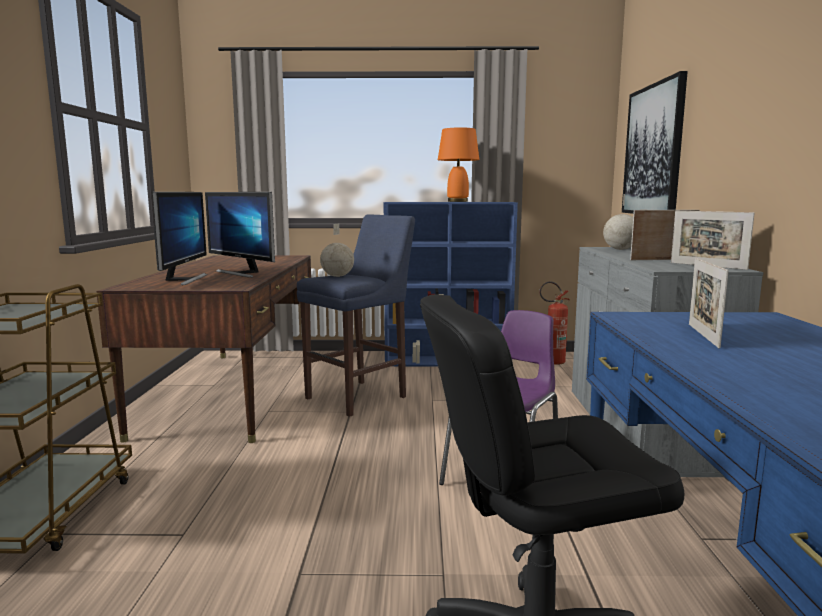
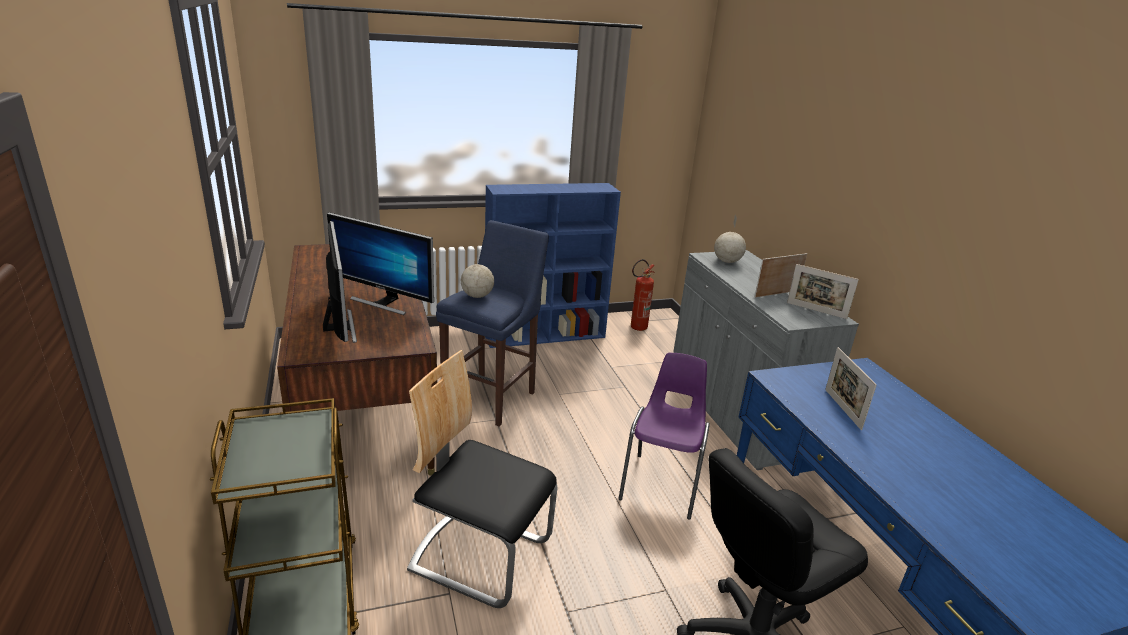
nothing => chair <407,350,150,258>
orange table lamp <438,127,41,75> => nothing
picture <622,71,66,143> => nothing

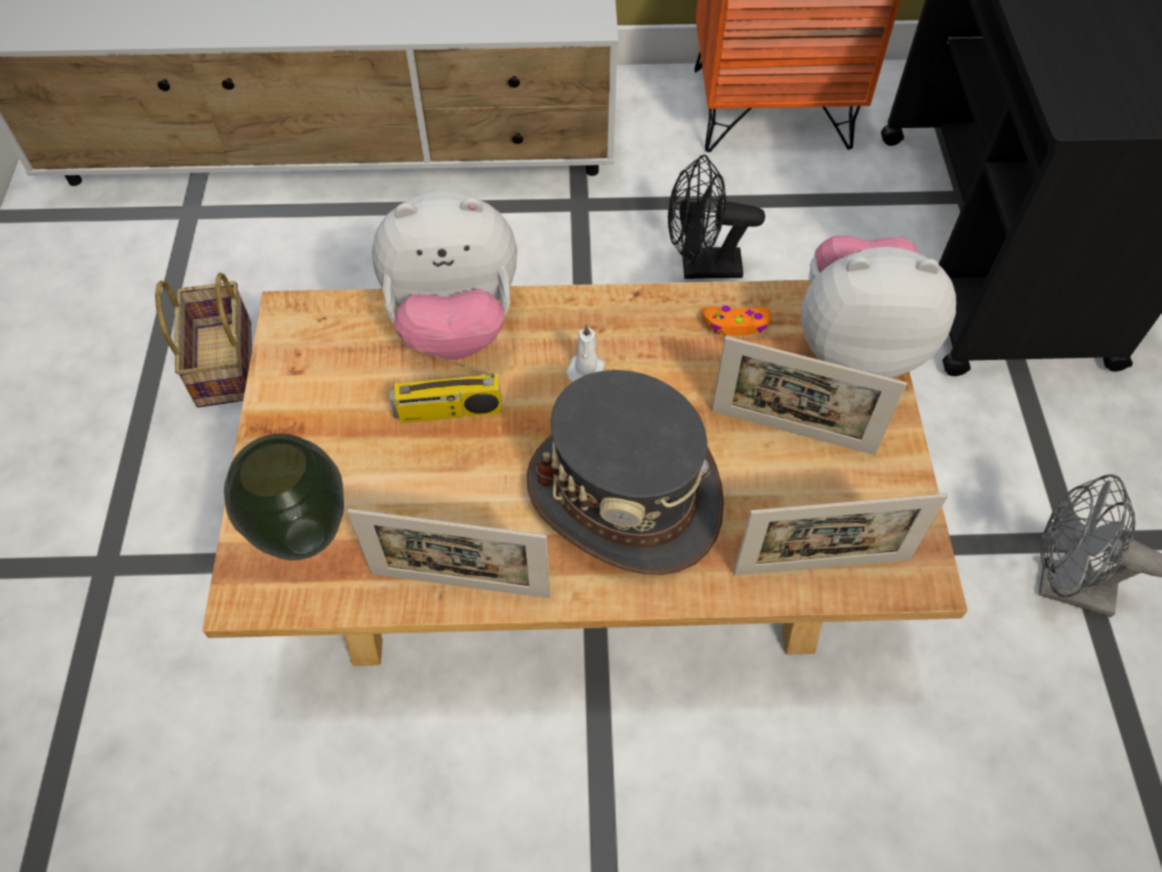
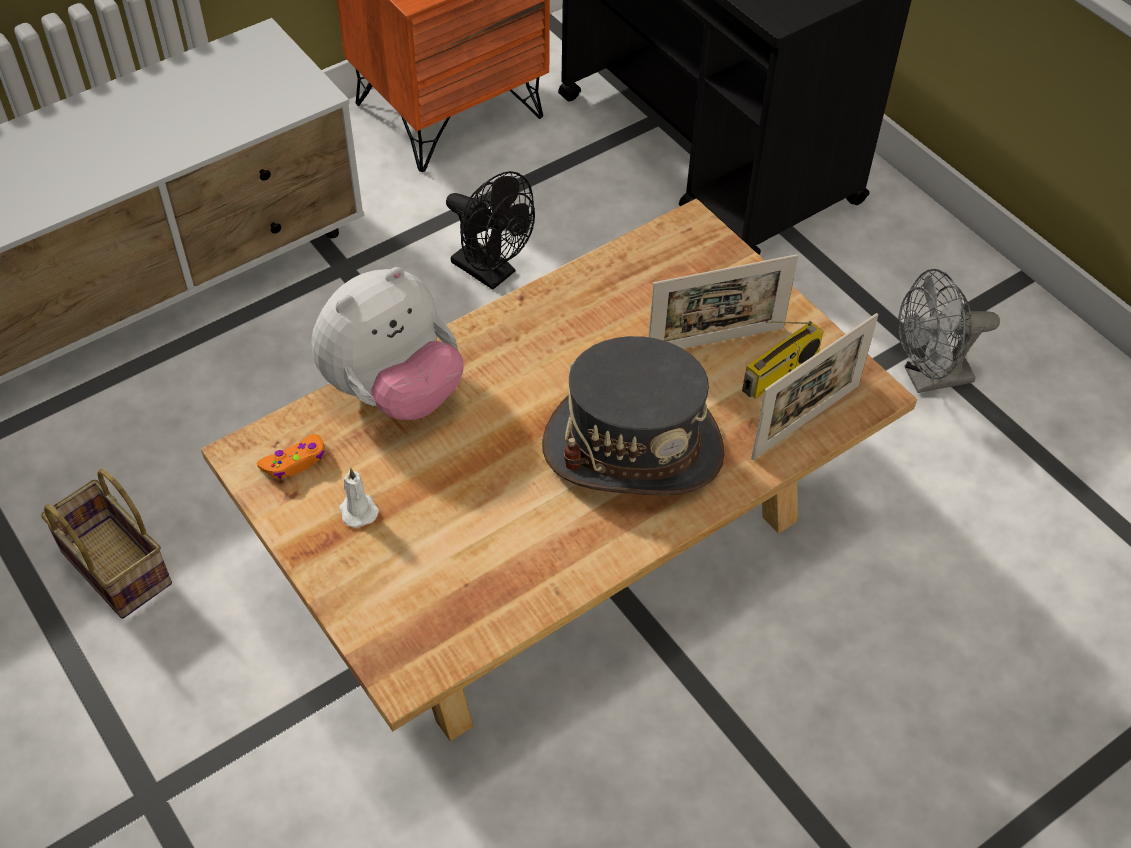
orange game controller <701,306,70,30> => orange game controller <257,434,68,45>, move
white candle <566,323,39,59> => white candle <339,468,40,60>, move
black fan <668,155,97,124> => black fan <446,171,89,119>, 105 degrees counterclockwise
radio <389,345,113,78> => radio <742,321,82,78>, move
vase <224,433,120,128> => nothing
picture frame <347,509,203,90> => nothing
plush toy <801,235,155,143> => nothing

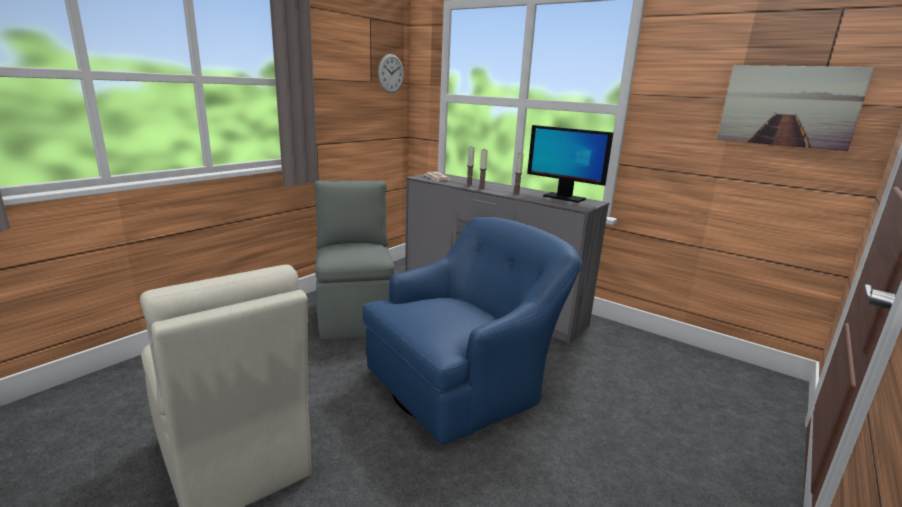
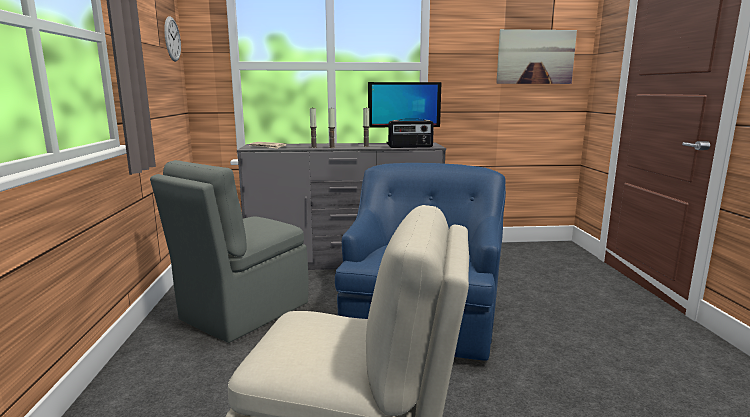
grey chair <314,180,80,160> => grey chair <150,160,159,183>, 90 degrees counterclockwise
nothing => radio <388,119,46,29>

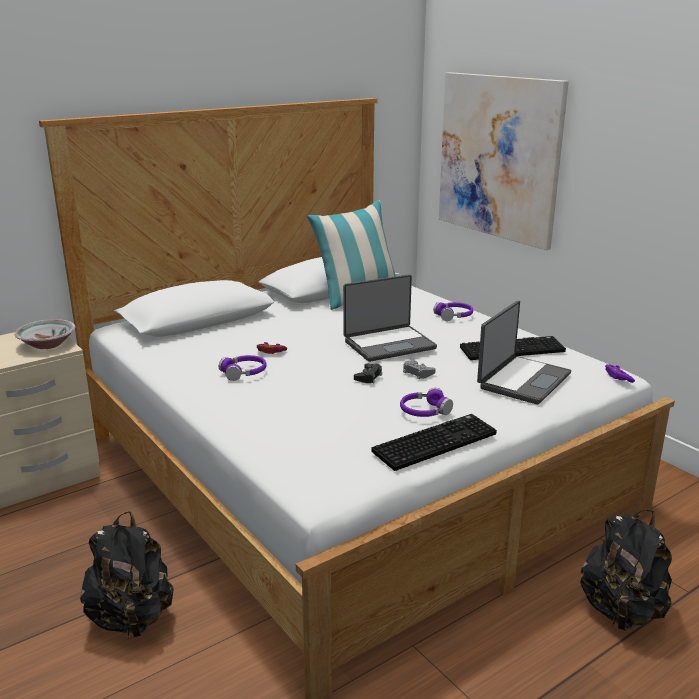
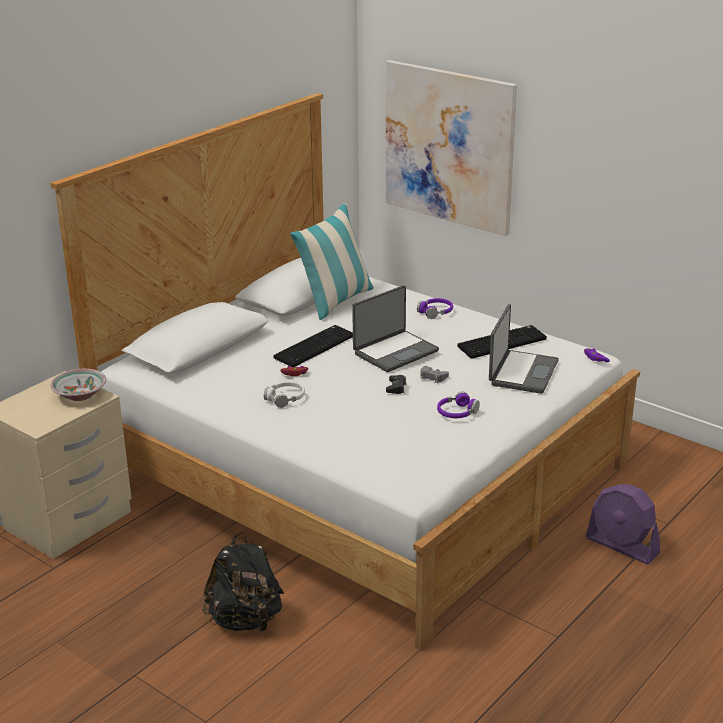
purple headphones <219,355,48,26> => white headphones <264,381,41,27>
keyboard <371,414,126,57> => keyboard <274,325,79,42>, move
black backpack <580,510,92,120> => purple fan <586,484,74,80>

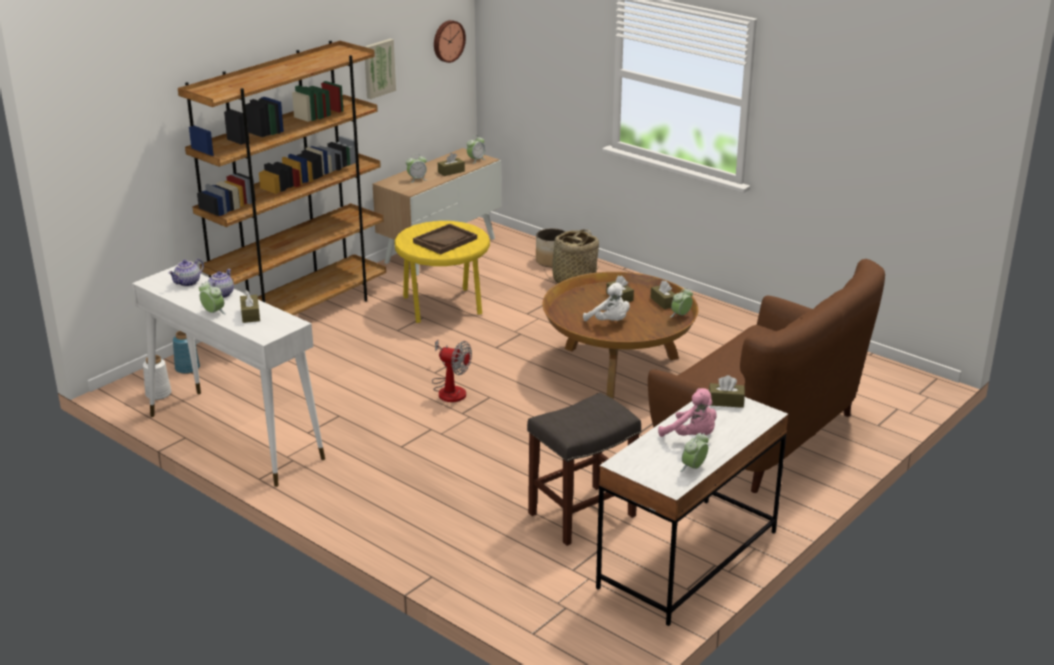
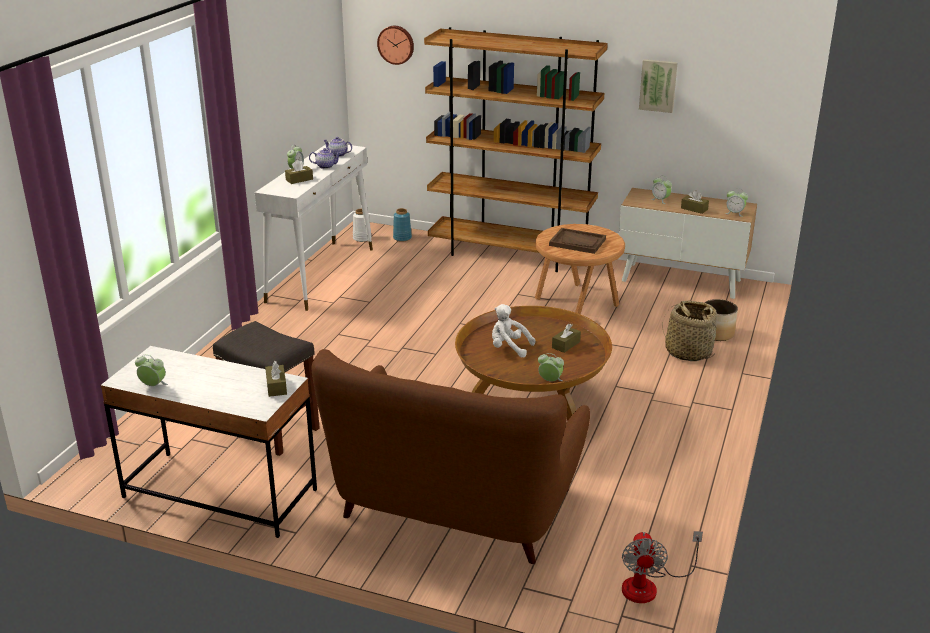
wall clock <434,20,32,43> => wall clock <377,26,37,39>, move
white plush toy <583,283,47,38> => white plush toy <492,304,43,54>, 90 degrees clockwise
yellow side table <394,221,96,102> => brown side table <535,224,90,90>
fan <432,340,40,62> => fan <622,531,81,72>, move
brown tissue box <651,281,24,28> => nothing
pink plush toy <658,388,59,49> => nothing

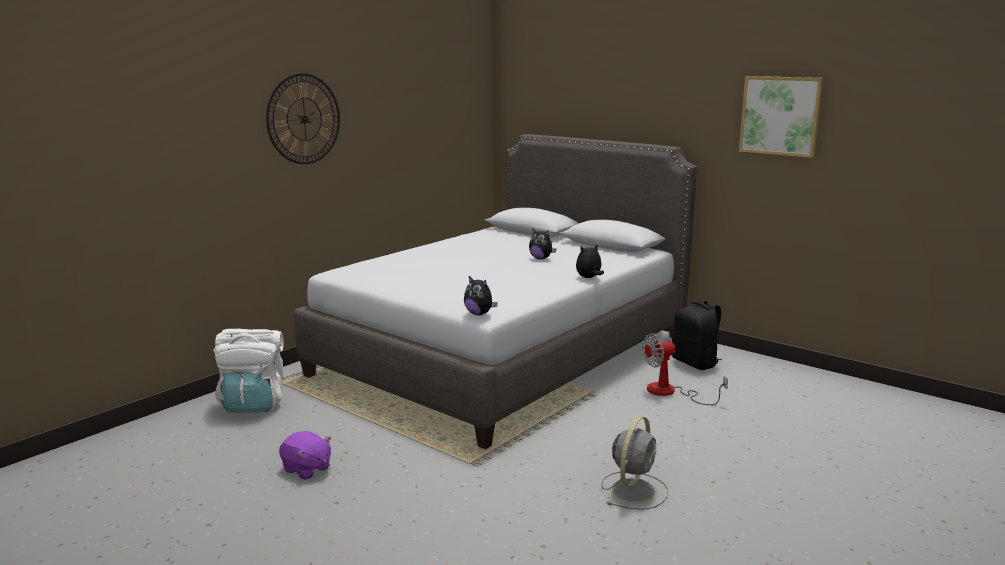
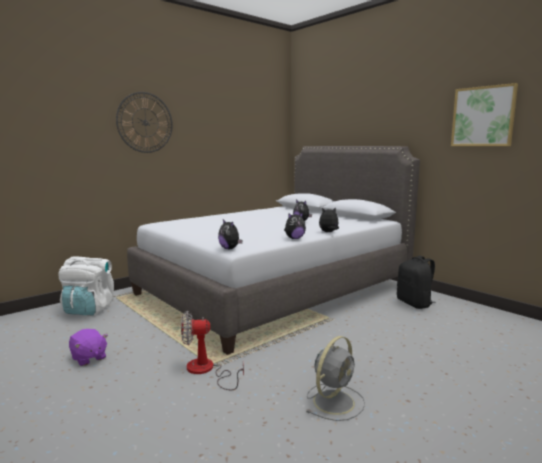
fan <643,333,85,72> => fan <181,311,63,79>, move
nothing => plush toy <284,212,22,27>

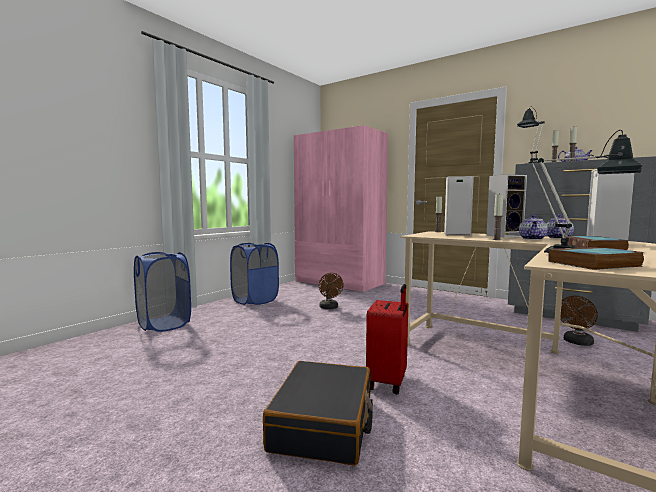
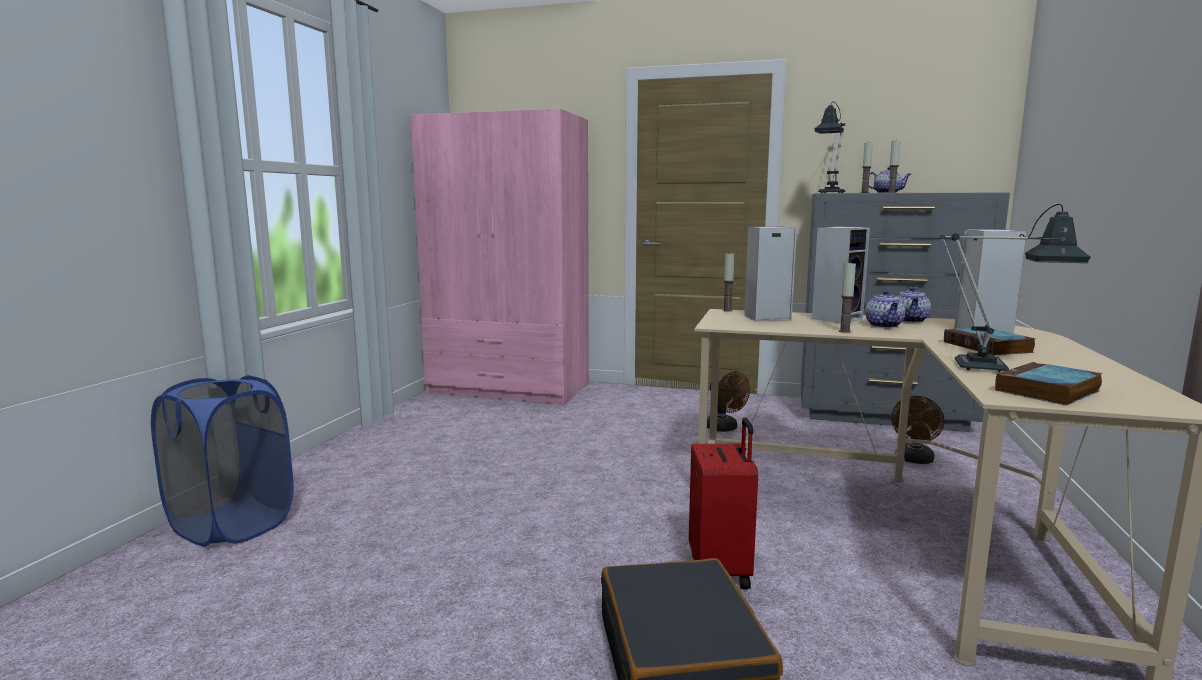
brown fan <319,273,25,36> => brown fan <707,371,43,61>, move
blue laundry basket <230,243,49,62> => nothing

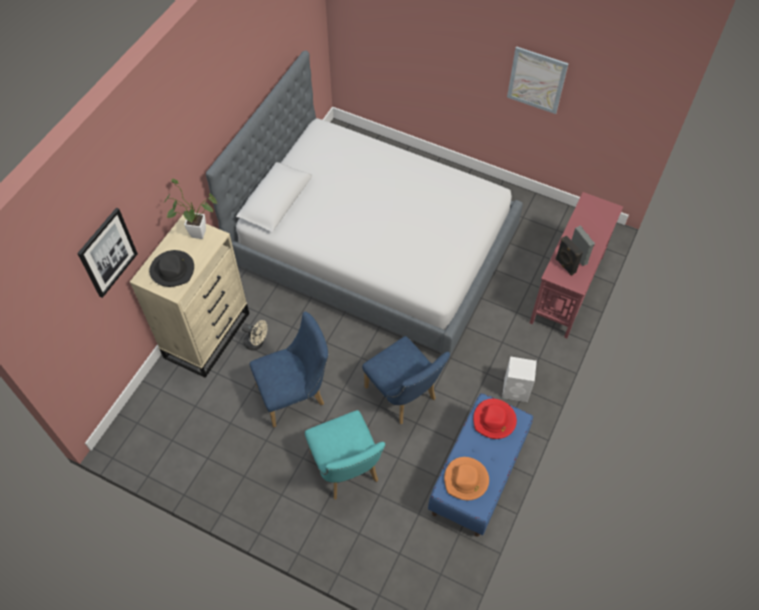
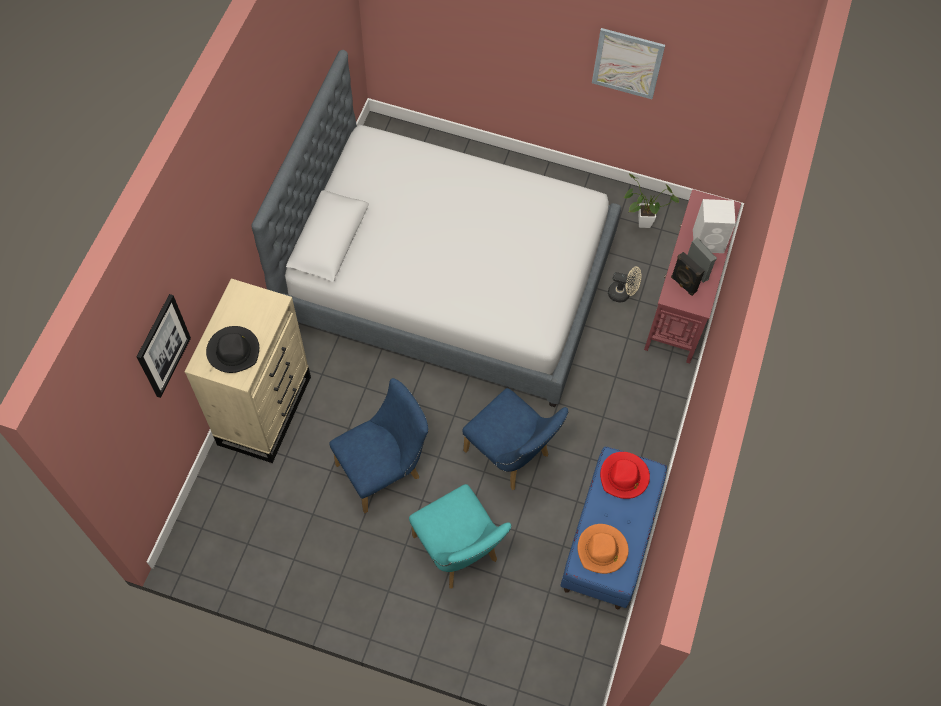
beige fan <242,320,26,31> => beige fan <608,266,33,36>, move
potted plant <164,179,53,60> => potted plant <624,173,55,55>, move
white speaker <502,356,35,46> => white speaker <693,199,43,54>, move

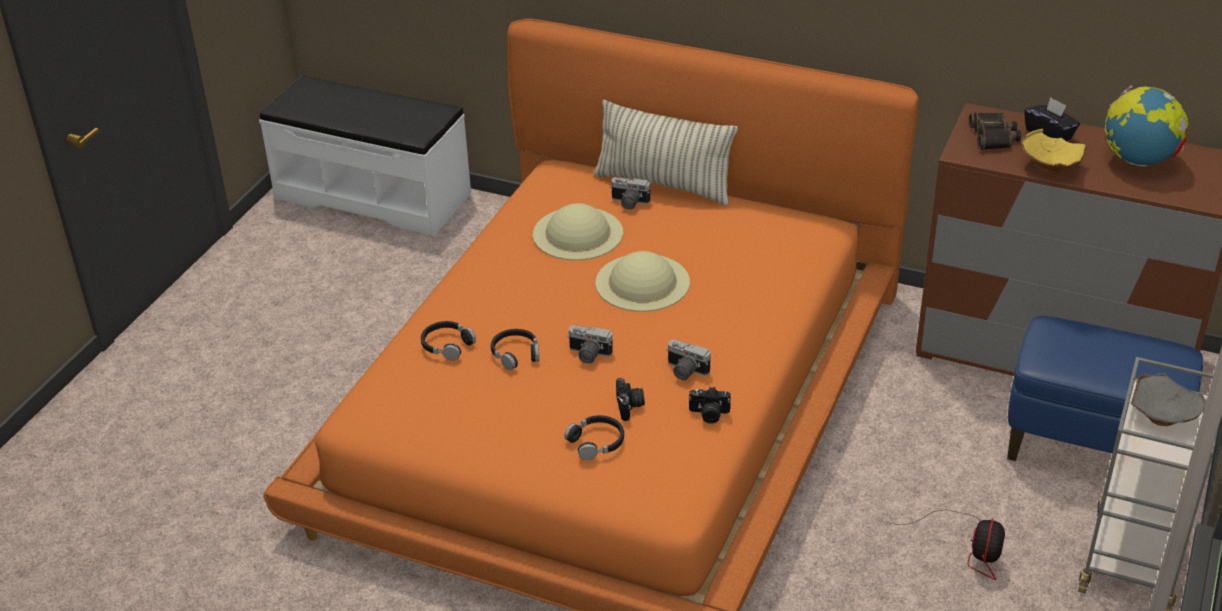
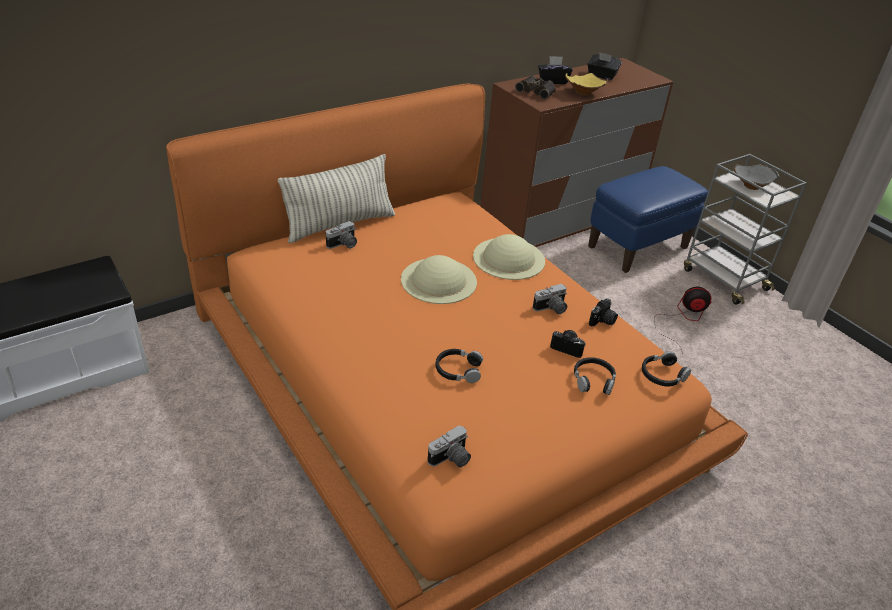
photo camera <567,325,46,39> => photo camera <427,426,44,41>, move
beige hat <533,203,90,57> => beige hat <473,234,72,46>, move
globe <1105,86,83,80> => black tissue box <588,52,34,28>
black headphones <421,321,55,40> => black headphones <642,351,49,36>, move
fan <887,509,118,71> => fan <654,287,57,67>, 45 degrees counterclockwise

